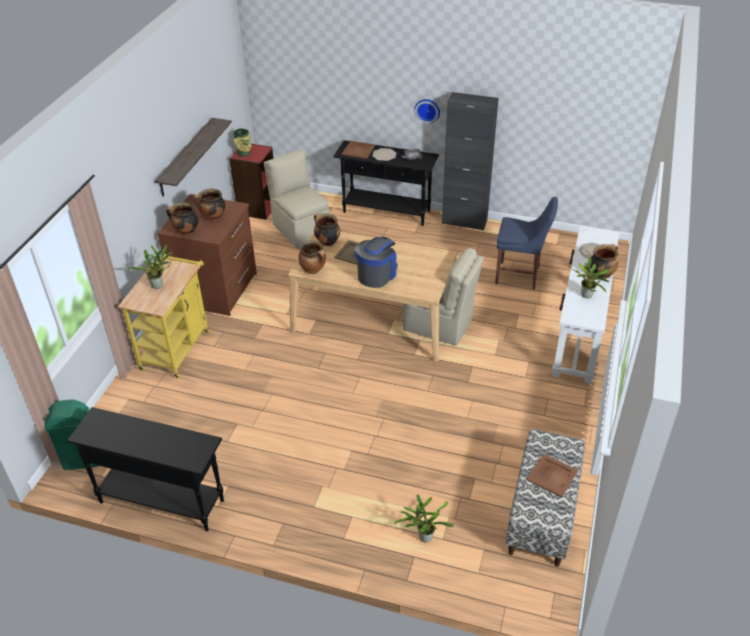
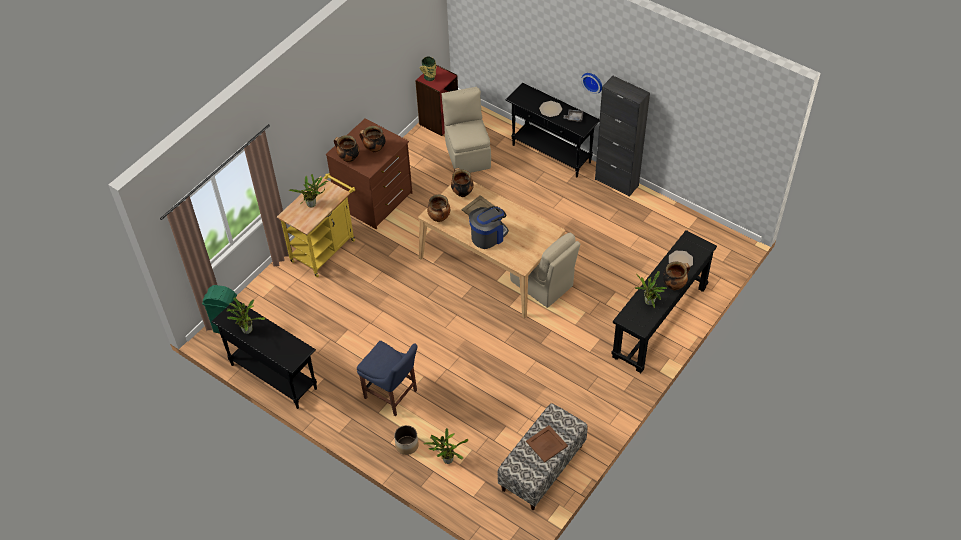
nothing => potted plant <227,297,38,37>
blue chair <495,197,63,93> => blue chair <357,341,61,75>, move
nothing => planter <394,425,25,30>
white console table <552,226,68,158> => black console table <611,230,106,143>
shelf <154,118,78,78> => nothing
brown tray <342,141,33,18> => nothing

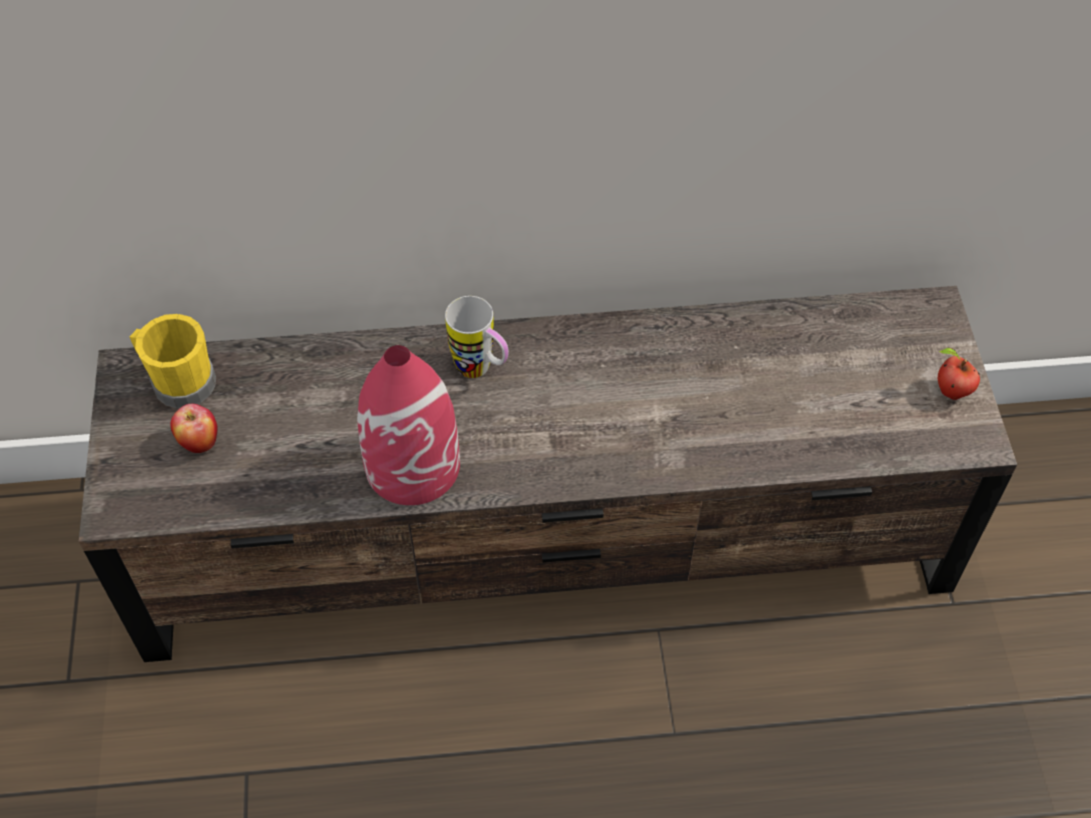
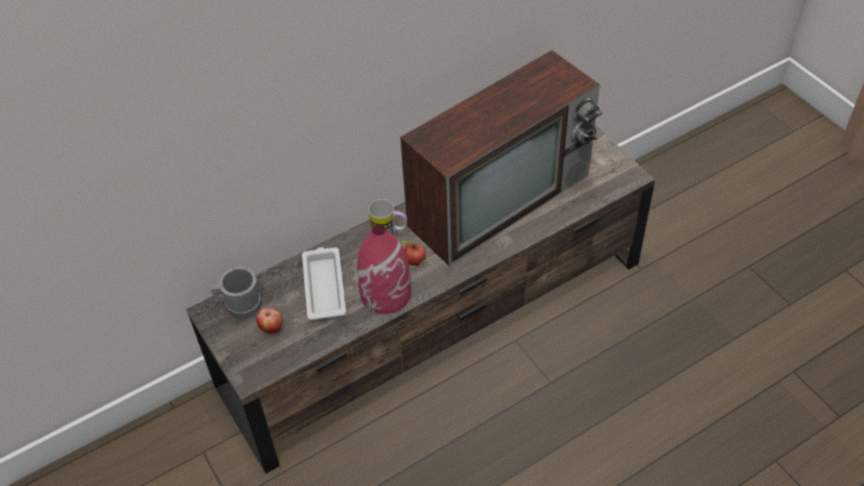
yellow mug <130,314,86,94> => grey mug <211,266,51,53>
nothing => white tray <302,247,44,73>
nothing => television <400,50,202,216>
apple <938,348,42,52> => apple <401,240,25,26>, move

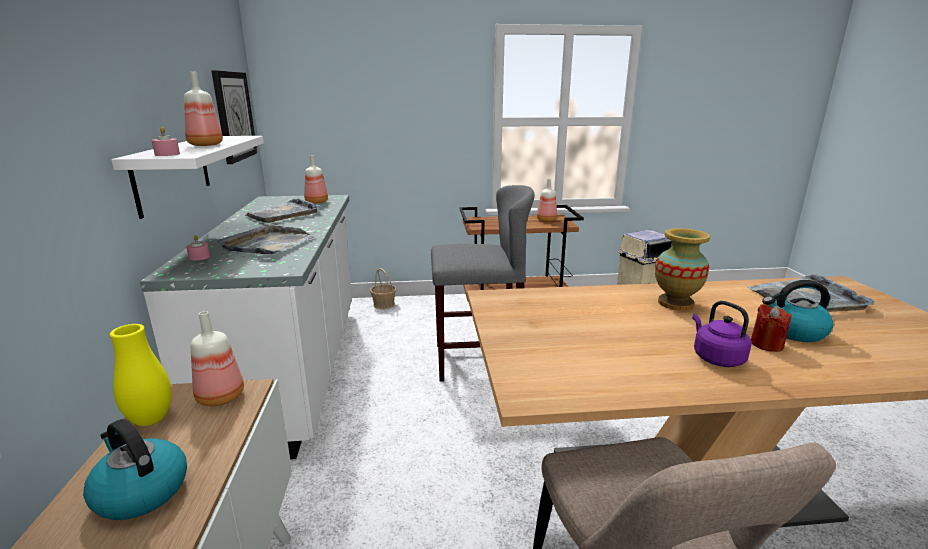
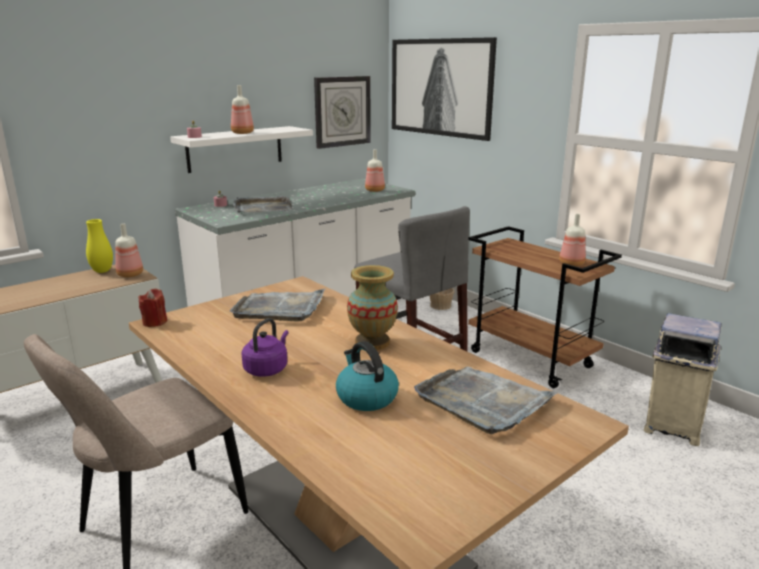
red candle <751,304,41,48> => red candle <138,289,29,38>, move
grey tray <243,198,78,25> => grey tray <230,289,95,32>, move
nothing => picture <392,37,105,104>
kettle <83,419,104,101> => nothing

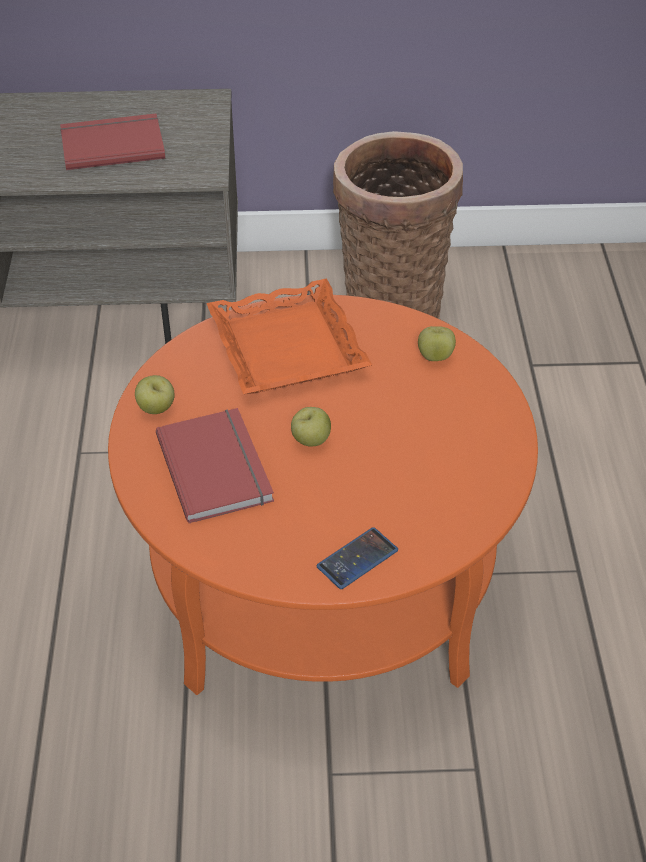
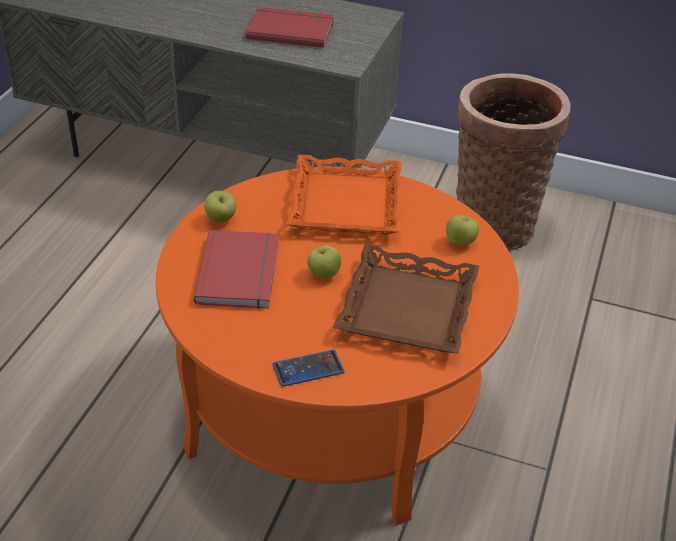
nothing => brown tray <333,244,146,110>

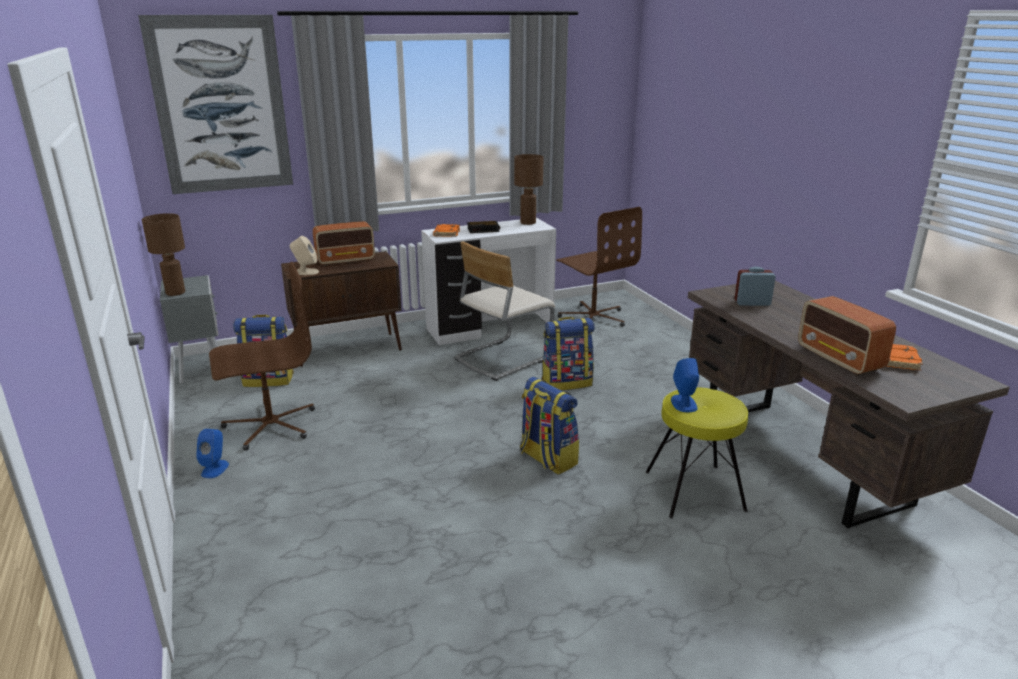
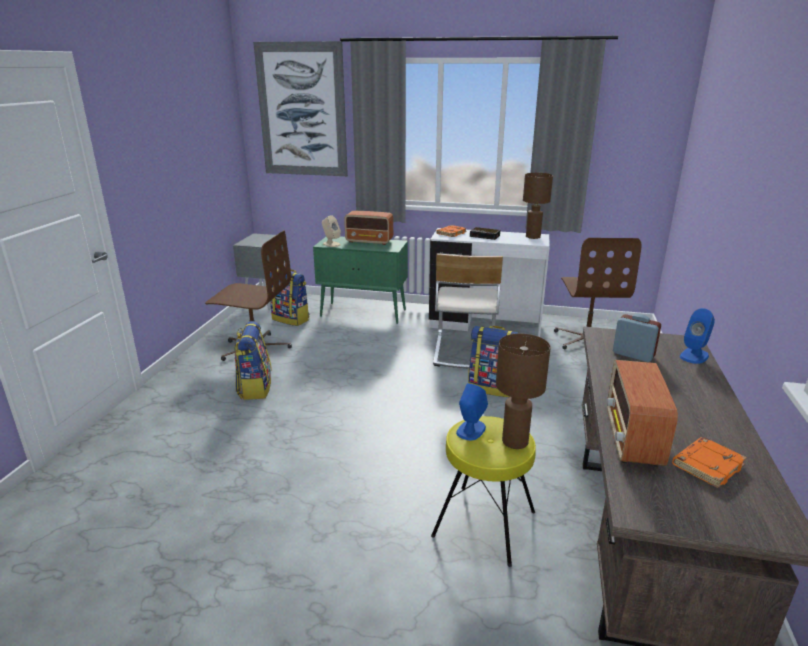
backpack <520,377,59,97> => backpack <234,321,38,79>, move
brown cabinet <281,251,121,116> => green cabinet <313,236,95,88>
beige chair <454,241,101,140> => beige chair <433,253,70,115>, 75 degrees counterclockwise
brown table lamp <142,213,43,83> => brown table lamp <496,334,55,115>, move
blue speaker <196,429,33,49> => blue speaker <680,308,35,56>, move

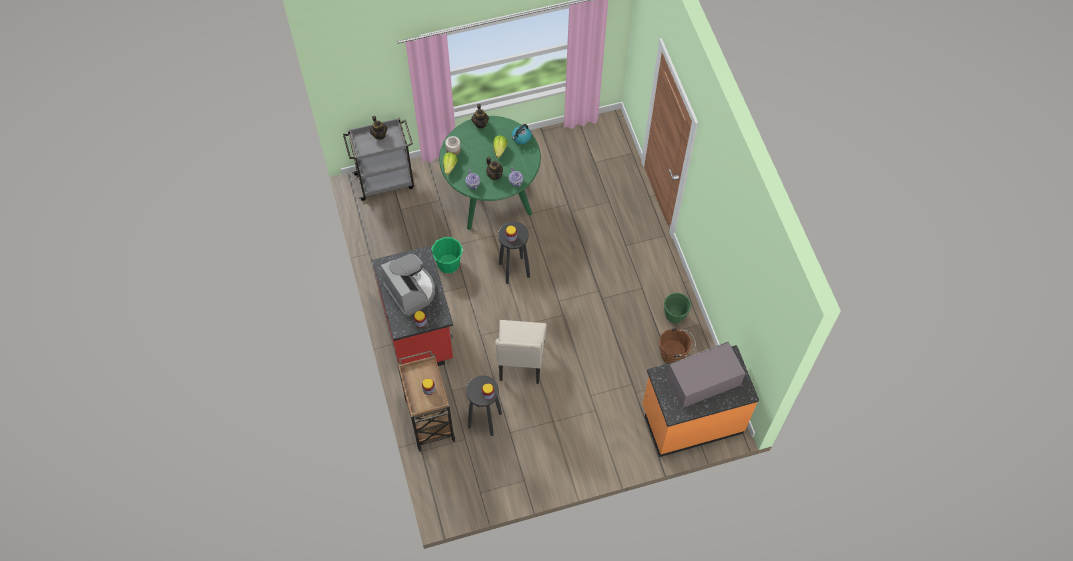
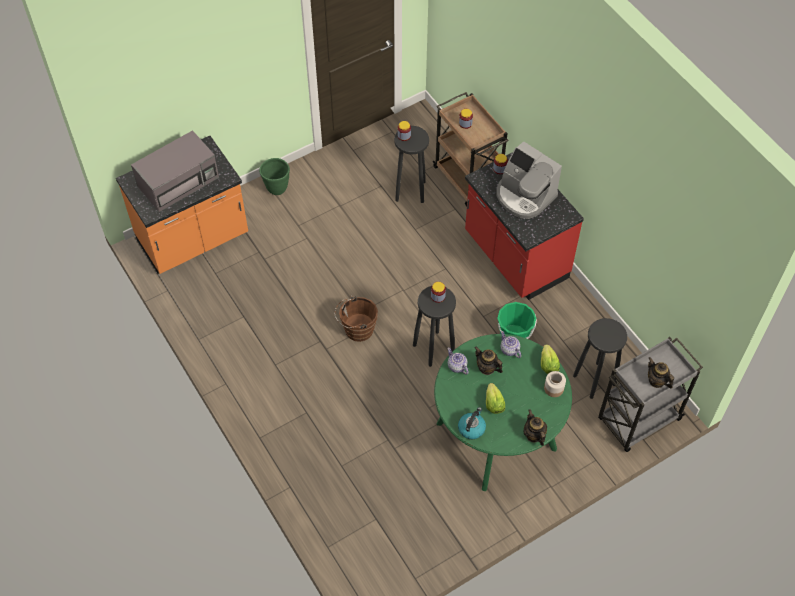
green planter <664,292,27,32> => green planter <259,158,31,37>, move
brown bucket <659,327,37,37> => brown bucket <335,296,43,46>, move
nothing => black stool <573,318,54,81>
beige chair <495,320,52,64> => nothing

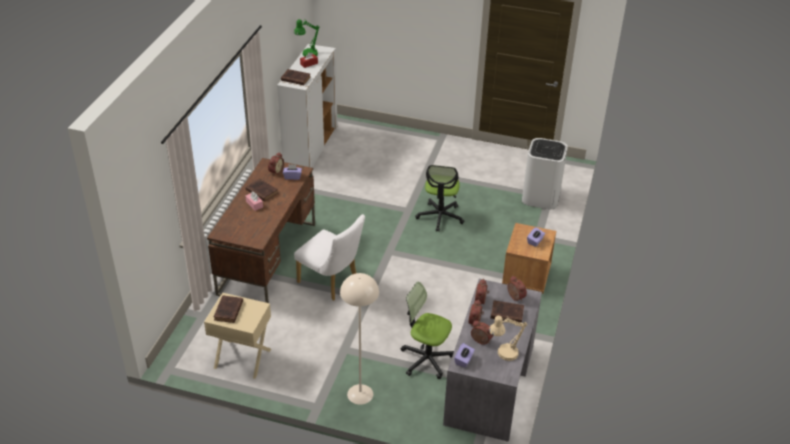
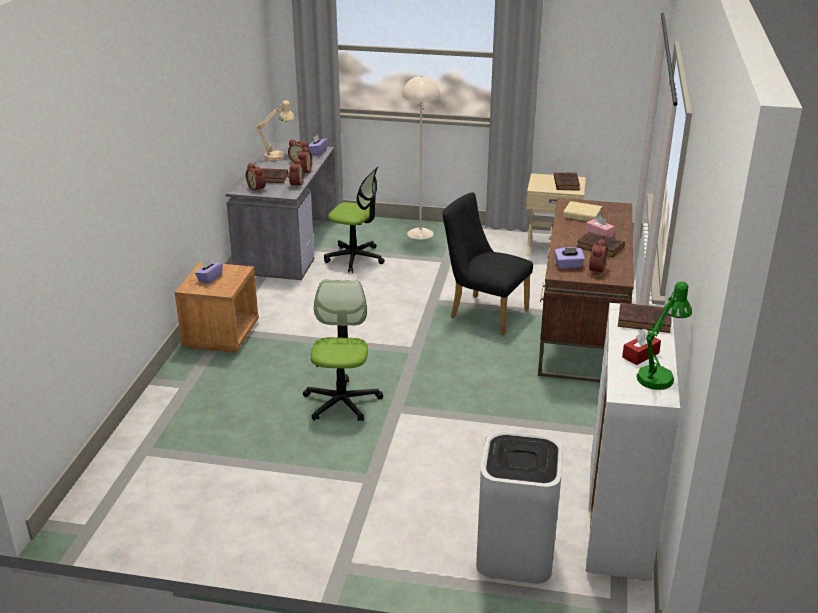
white chair <294,214,71,87> => black chair <443,192,90,143>
white trash can <522,138,46,72> => white trash can <476,431,87,153>, move
nothing => beige book <563,201,39,21>

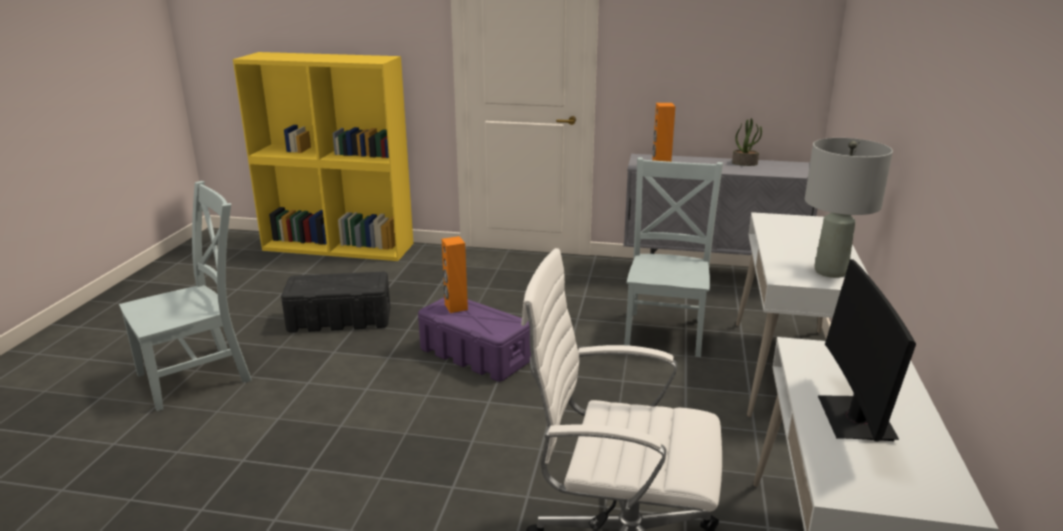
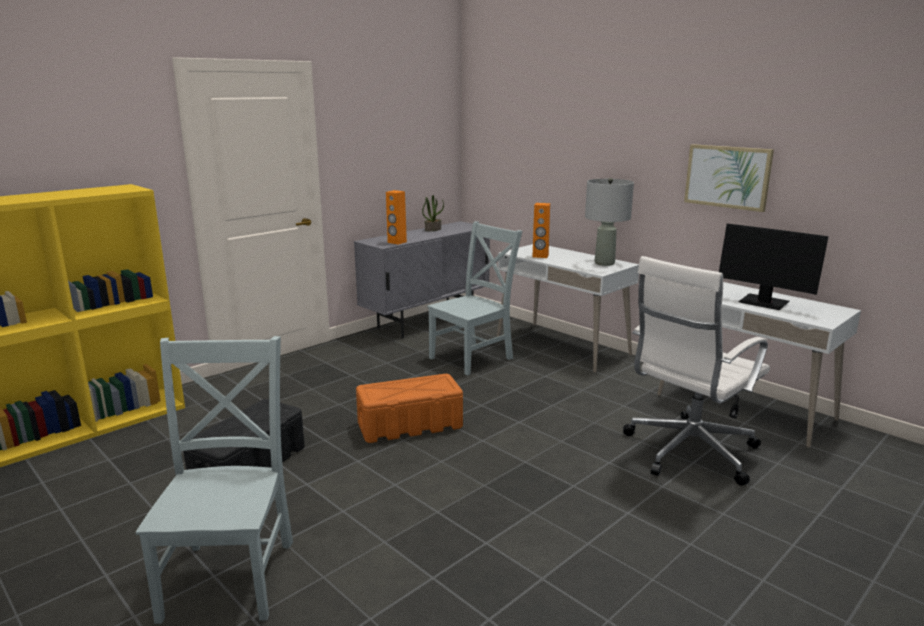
purple storage box <418,297,113,85> => orange storage box <356,374,107,69>
grey chair <624,157,99,200> => grey chair <427,221,96,155>, 90 degrees clockwise
orange speaker <442,236,26,77> => orange speaker <533,203,17,55>, move
nothing => picture <684,144,90,68>

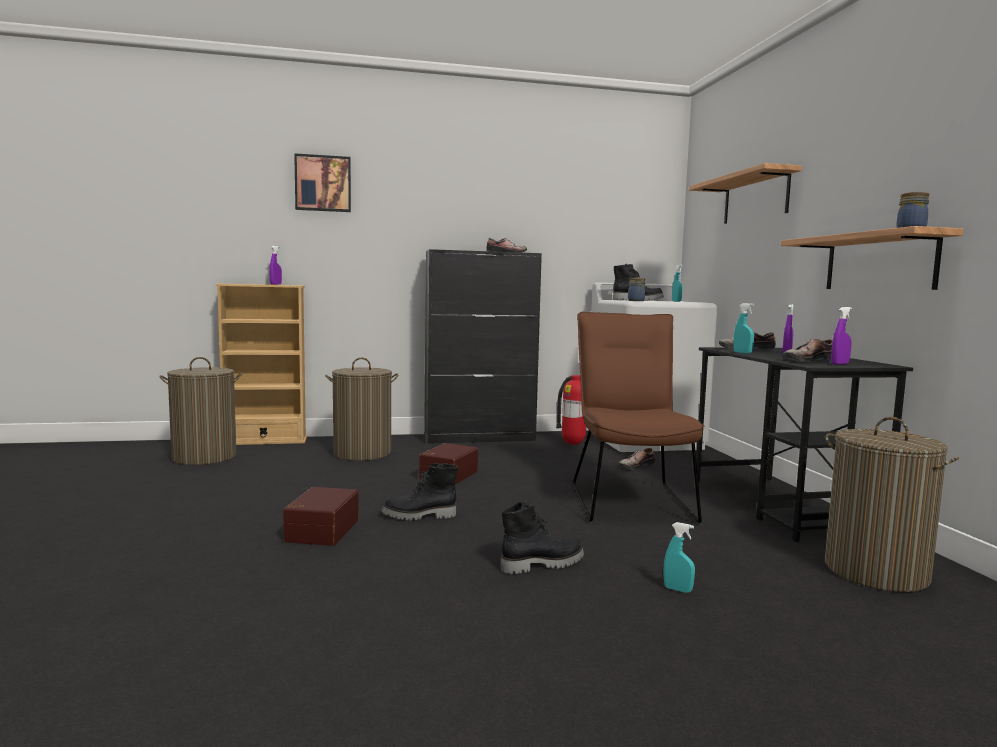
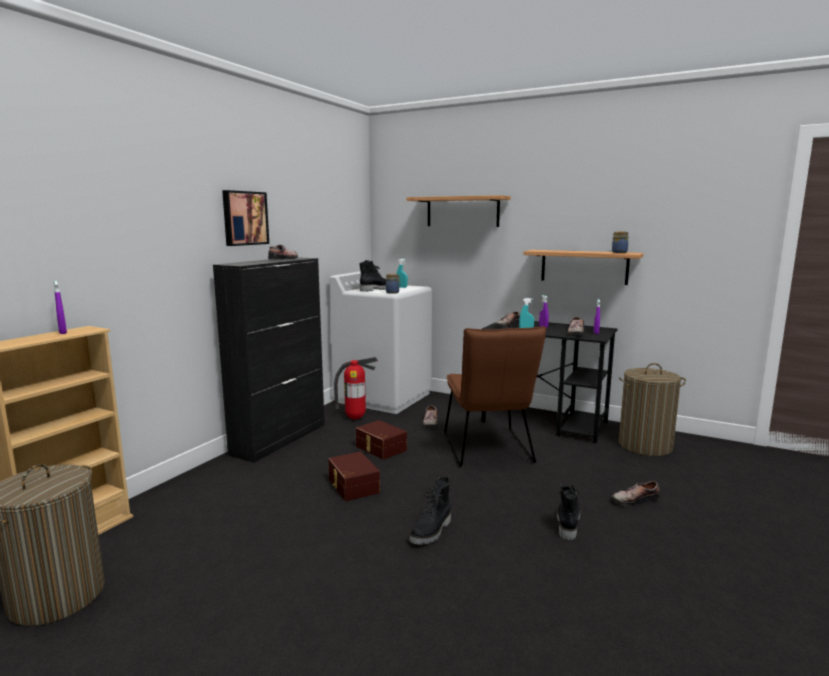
picture <294,153,57,59> => picture <222,190,47,56>, move
brown storage box <283,487,76,59> => brown storage box <356,420,51,40>, move
brown chair <573,311,131,212> => brown chair <444,326,103,141>, 135 degrees counterclockwise
turquoise spray bottle <664,522,31,71> => shoe <612,481,48,25>
laundry basket <325,357,73,104> => nothing

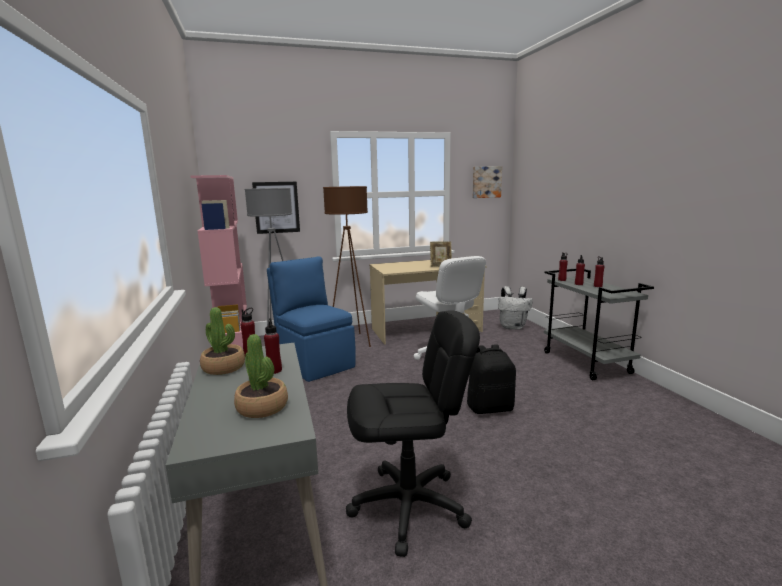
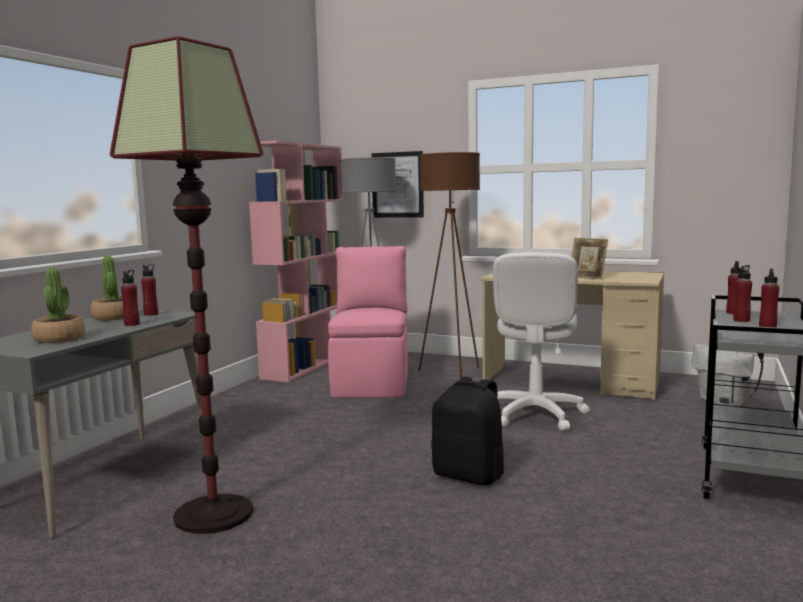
black office chair <346,310,134,247> => floor lamp <110,36,153,498>
blue chair <267,257,89,125> => pink chair <328,246,80,152>
picture <473,166,29,32> => nothing

